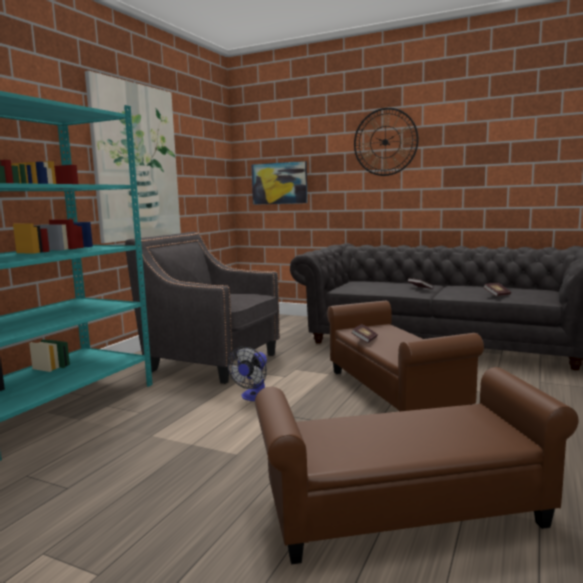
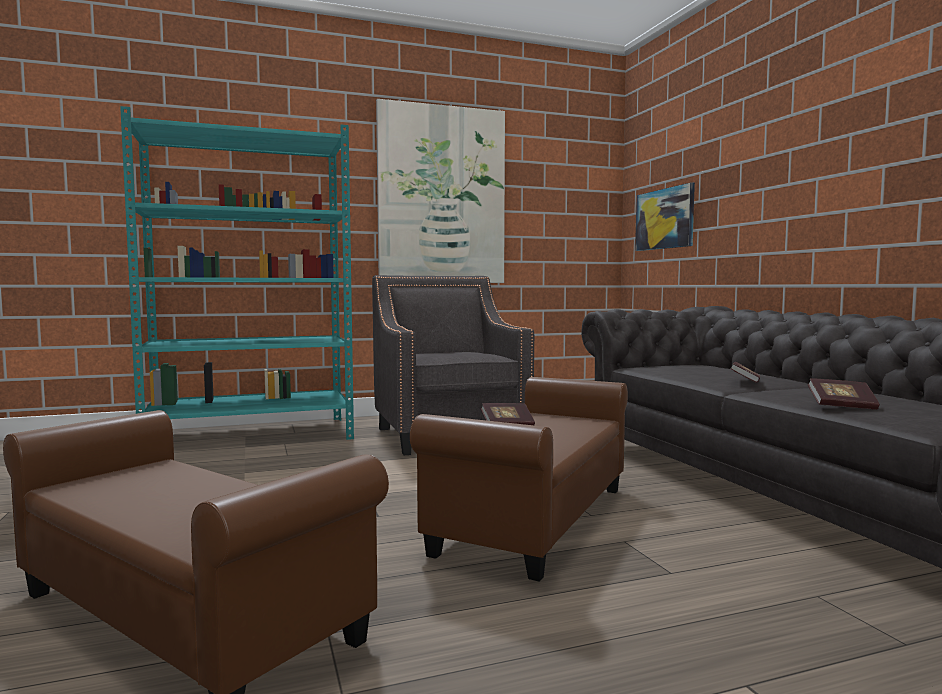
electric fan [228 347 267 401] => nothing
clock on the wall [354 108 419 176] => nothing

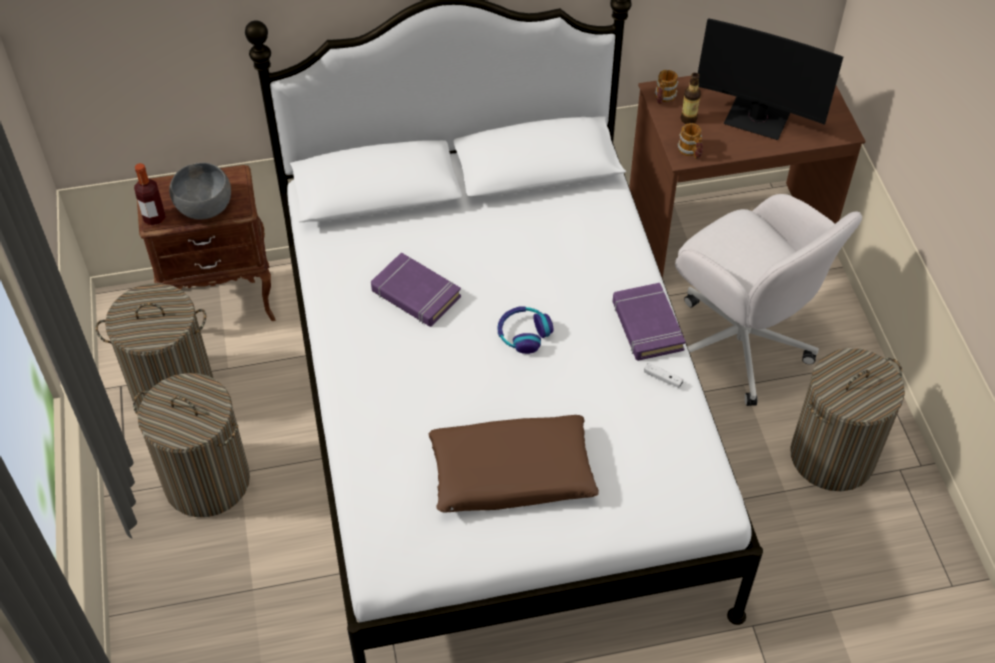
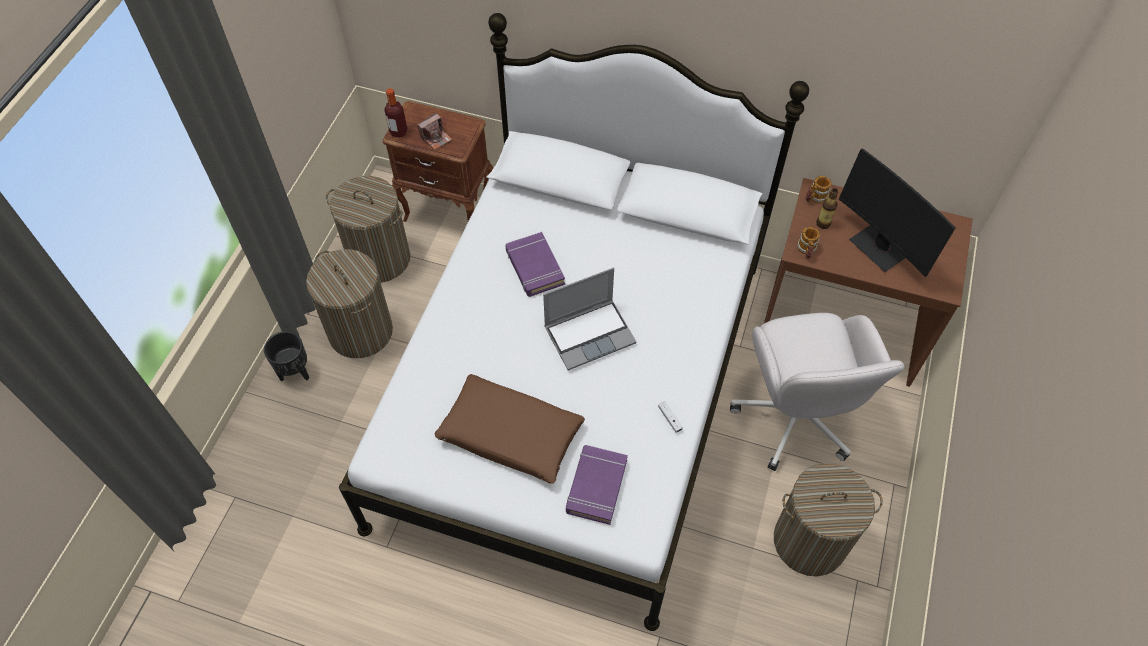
nothing => black-coloured flower pot [264 331 309 381]
greyish deep dish [169 162 231 220] => still camera [418 113 452 150]
headset [497 306 554 354] => notebook computer [543 268 636 370]
purplish book [612 283 686 361] => purplish book [566 445 628 525], moved

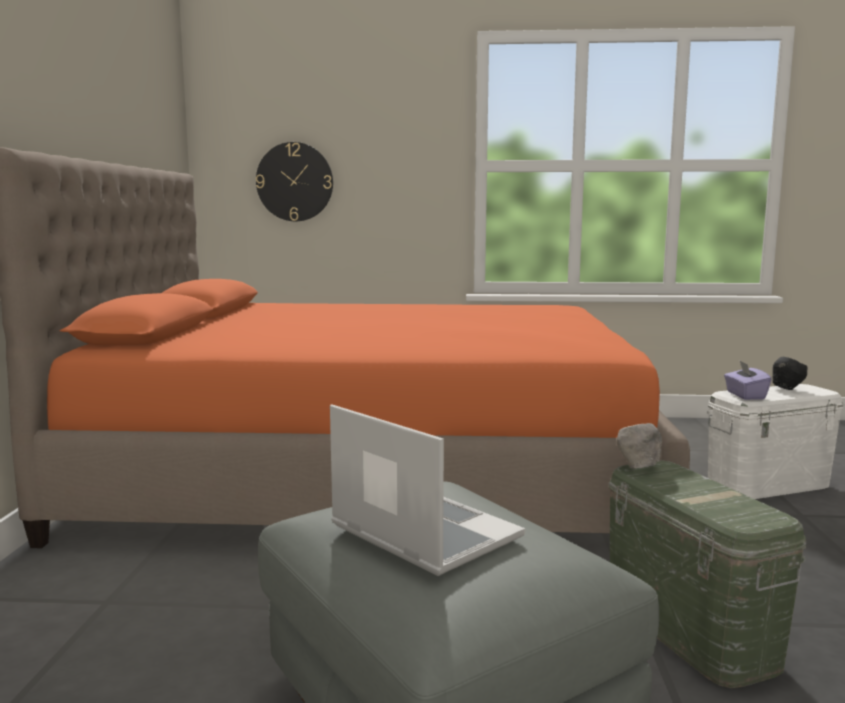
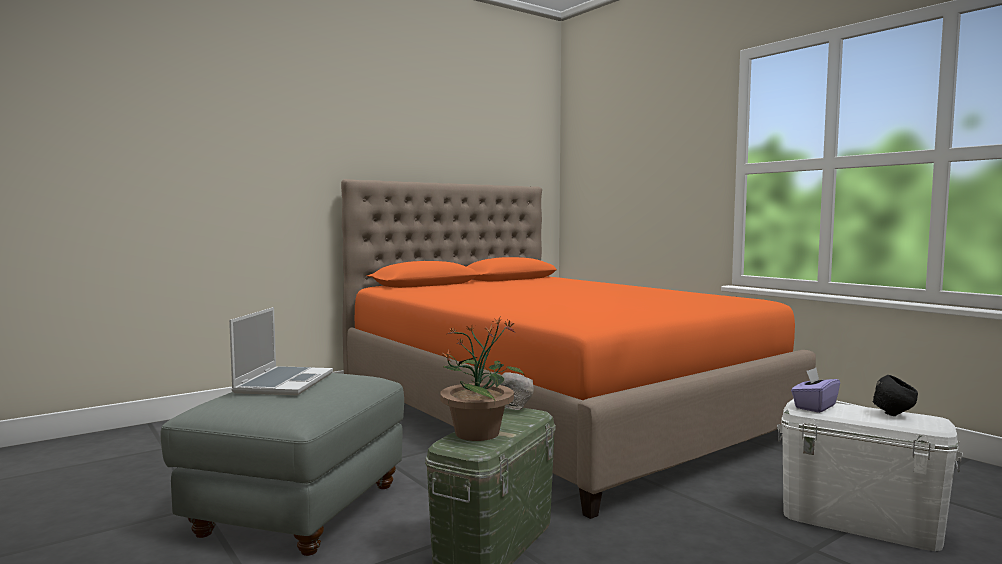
nothing => houseplant [440 317 524 441]
clock on the wall [256 142 333 221] => nothing

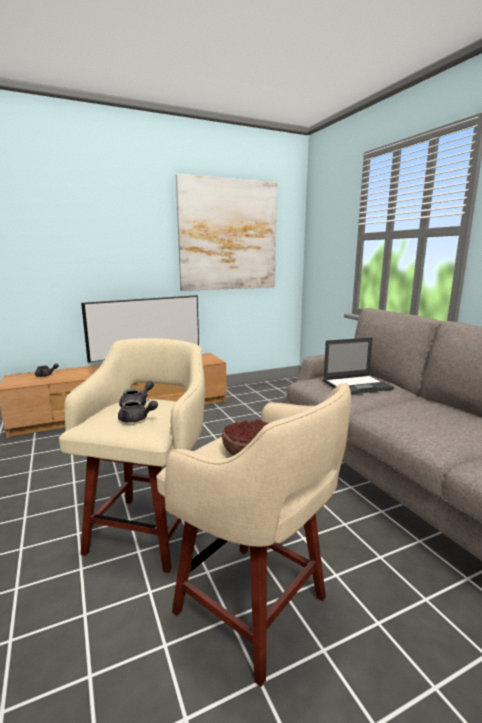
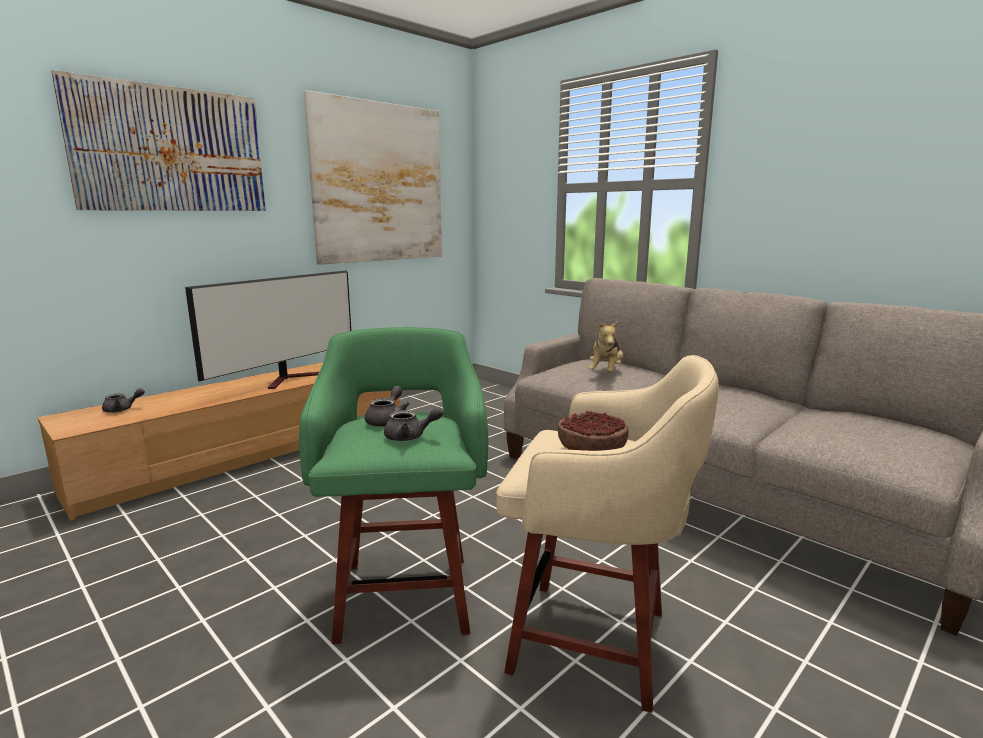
nothing => picture [51 70 266 211]
sand-coloured sitting stool [59 338 205 573] => green sitting stool [299 327 489 644]
notebook computer [323 338 394 394] => soft toy [588 321 623 373]

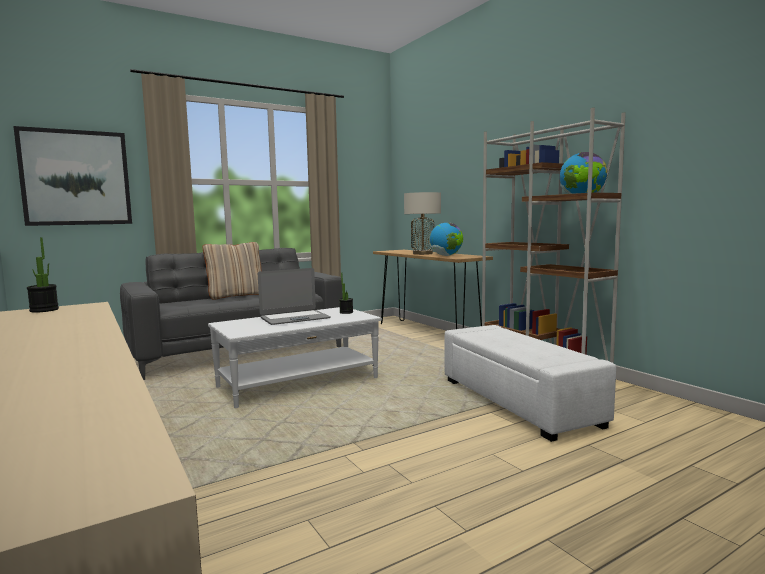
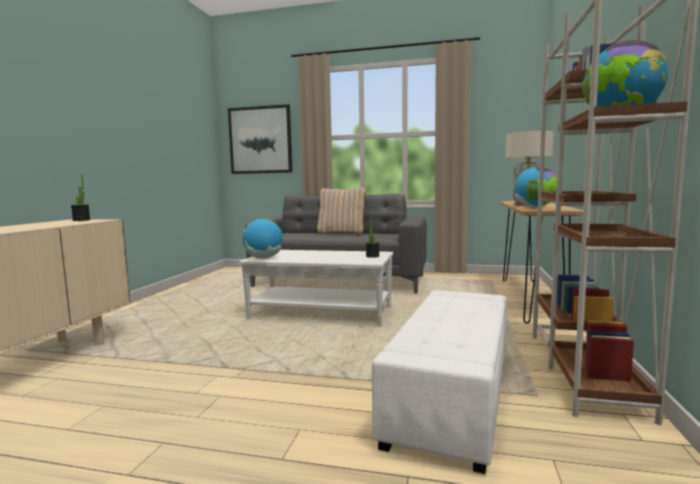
nothing => desk globe [243 219 283 259]
notebook computer [258 268 331 325] => nothing

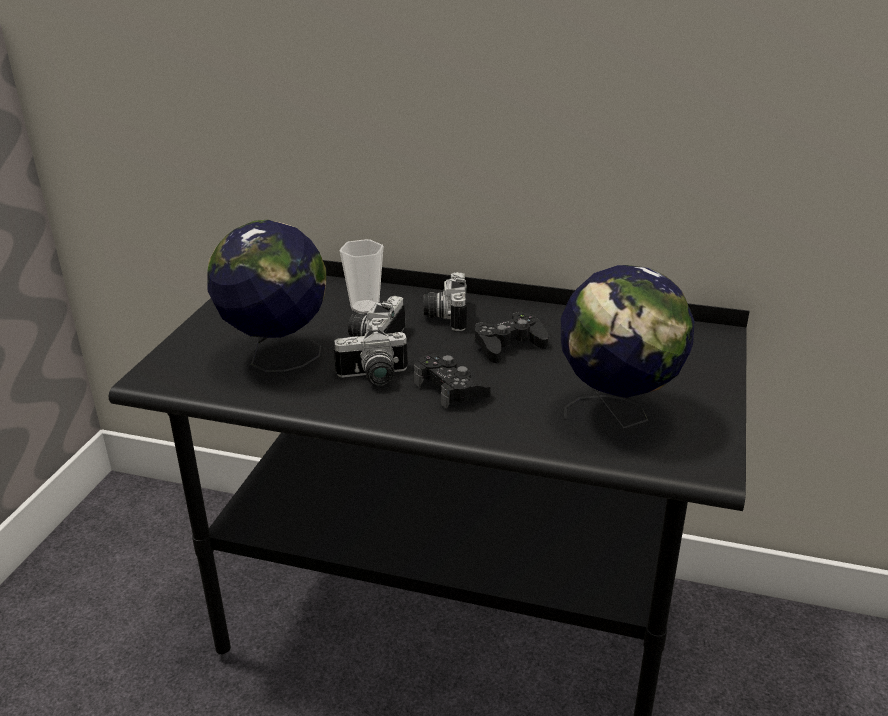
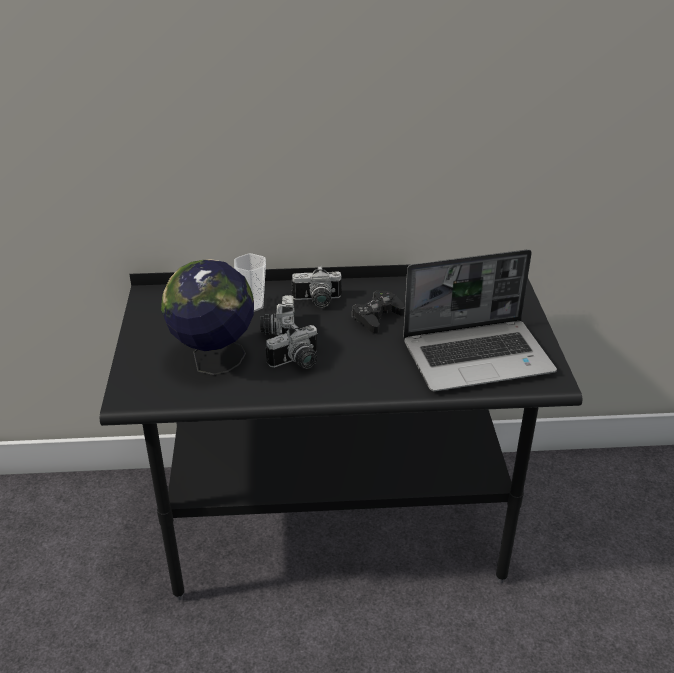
still camera [424 272 467 331] => still camera [292 266 342 308], 75 degrees counterclockwise
desk globe [561 265 695 428] => notebook computer [403 249 557 391]
black-coloured joypad [414 354 491 409] => nothing

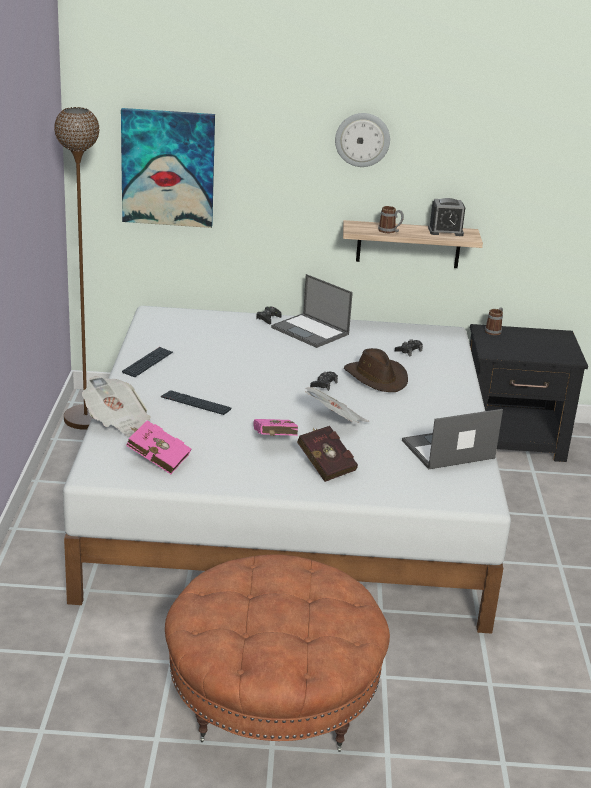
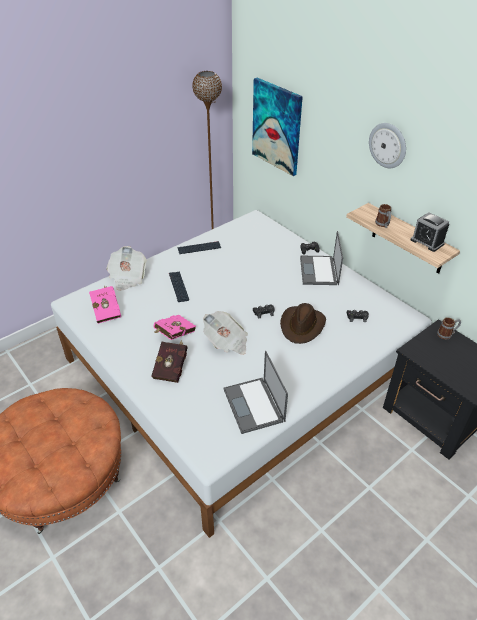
notebook computer [402 409 503 469] => notebook computer [223 351 288 434], 135 degrees counterclockwise

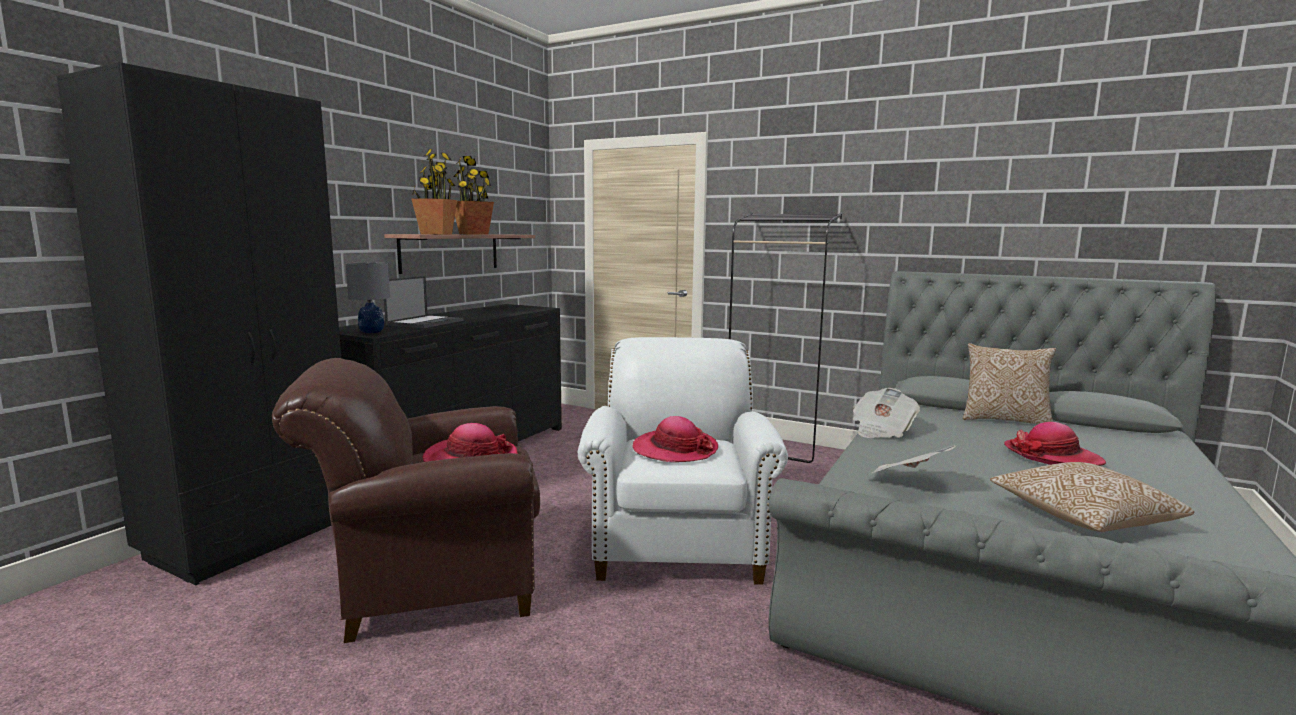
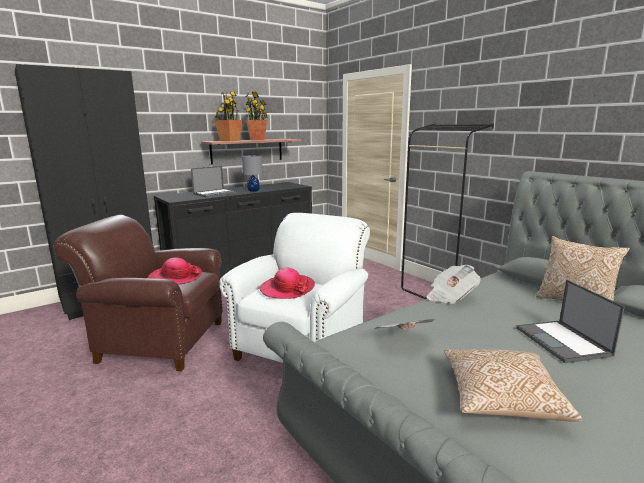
greyish table lamp [346 262 390 333] => greyish table lamp [242 155 263 192], moved
hat [1004 422 1106 466] => notebook computer [516 280 625 363]

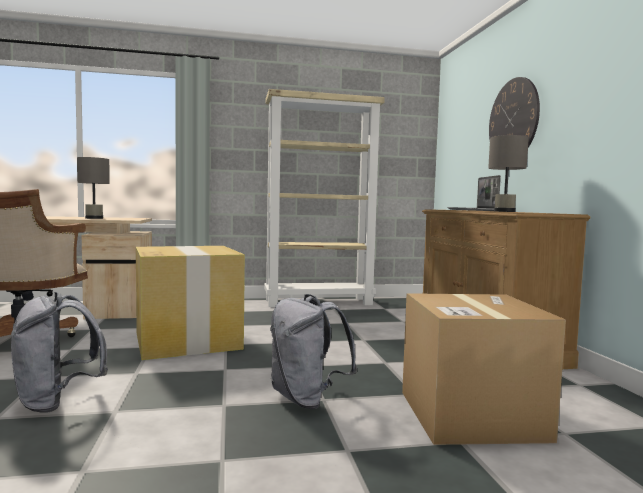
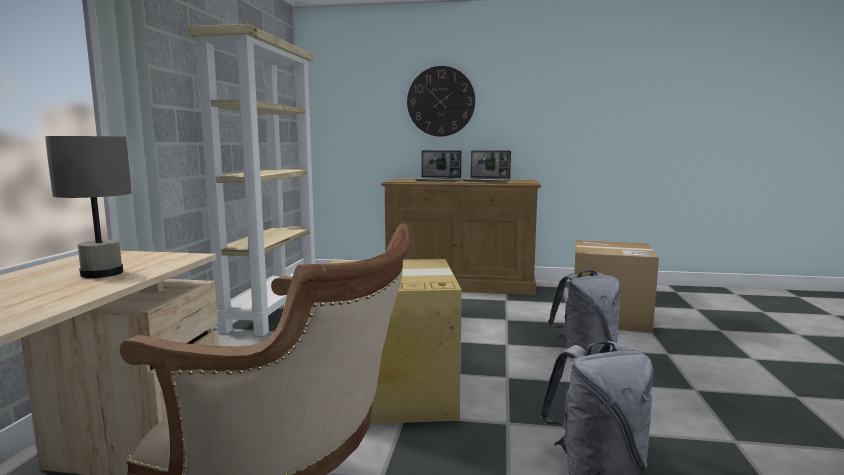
greyish table lamp [489 135 529 212] => notebook computer [462 150 511 182]

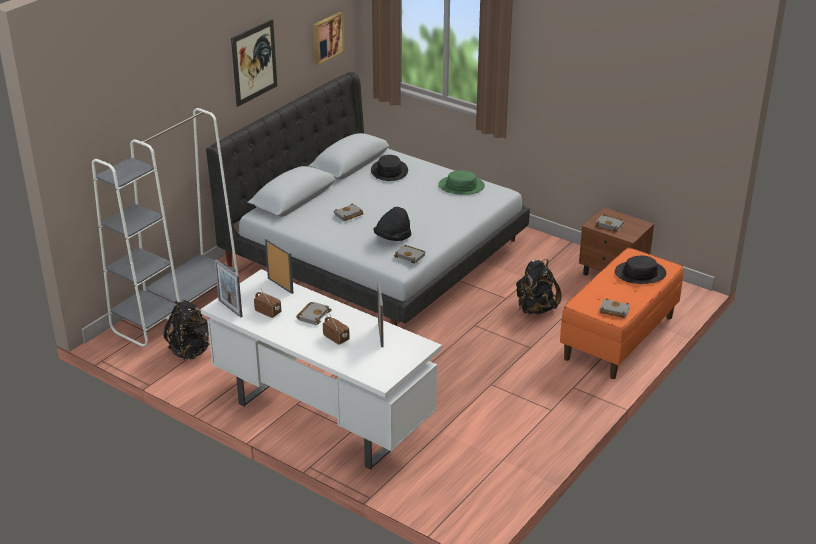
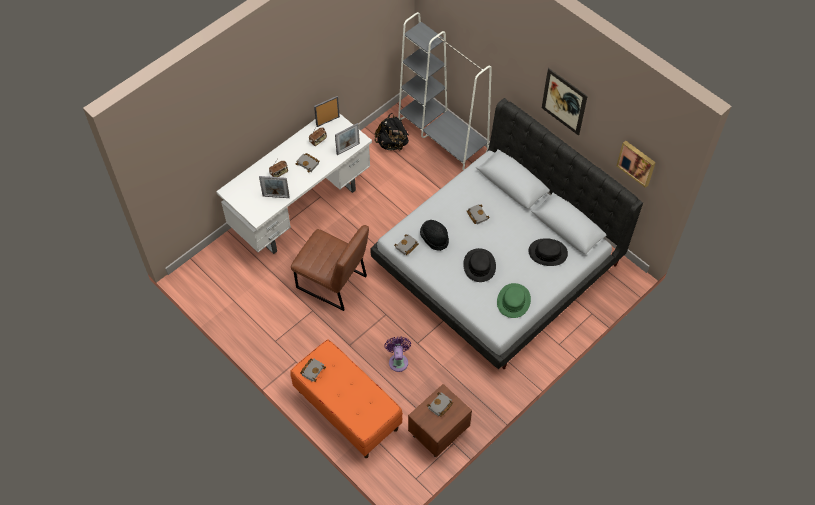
nothing => brown upright chair [291 225 369 311]
black-coloured knapsack [516 259 562 314] => purplish electric fan [384 337 411 372]
black-coloured hat [615 256 666 284] => black-coloured hat [463 248 496 282], moved

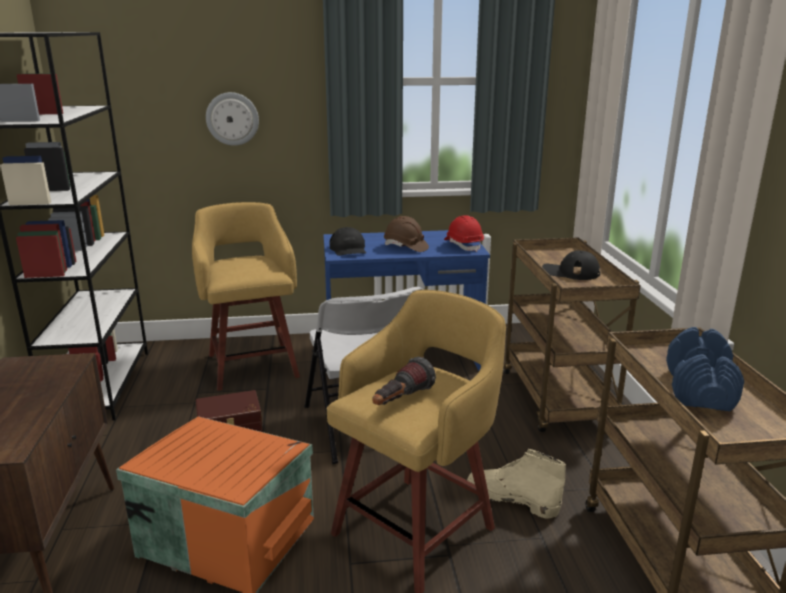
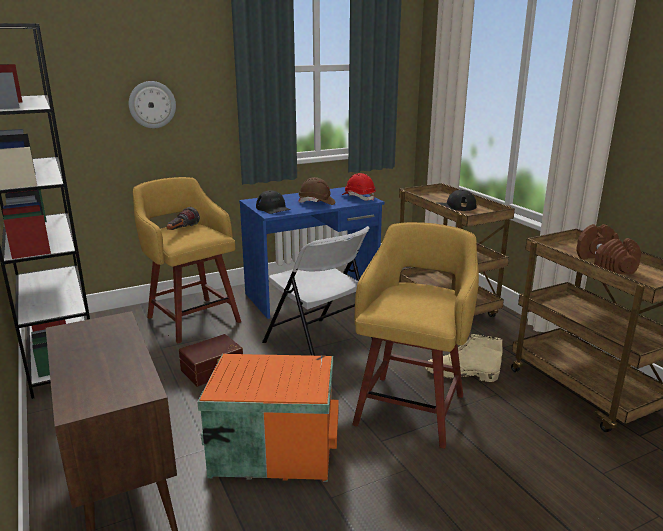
torch [372 357 436 405] => torch [167 207 200 230], moved
blue-coloured dumbbell [666 327 744 411] => brown dumbbell [576 224 641 274]

